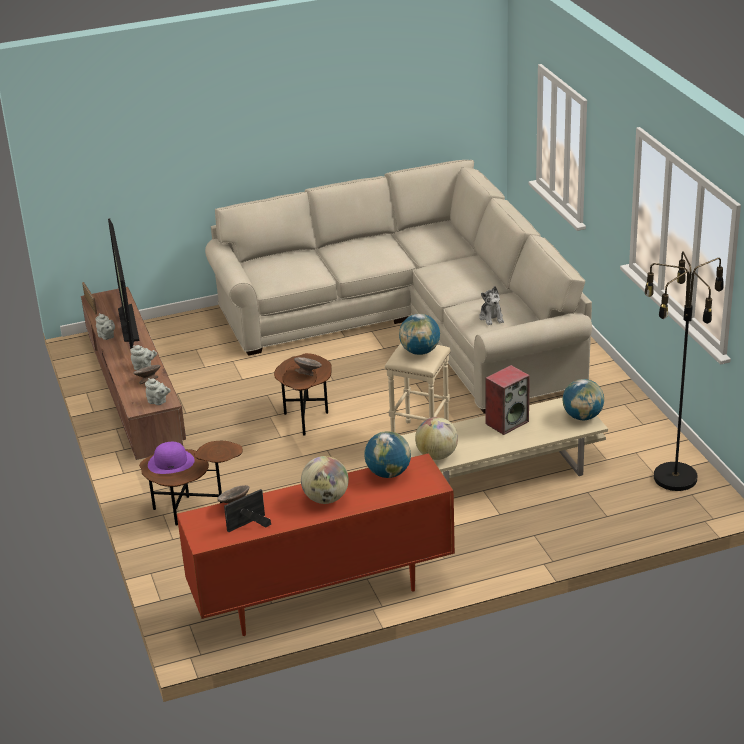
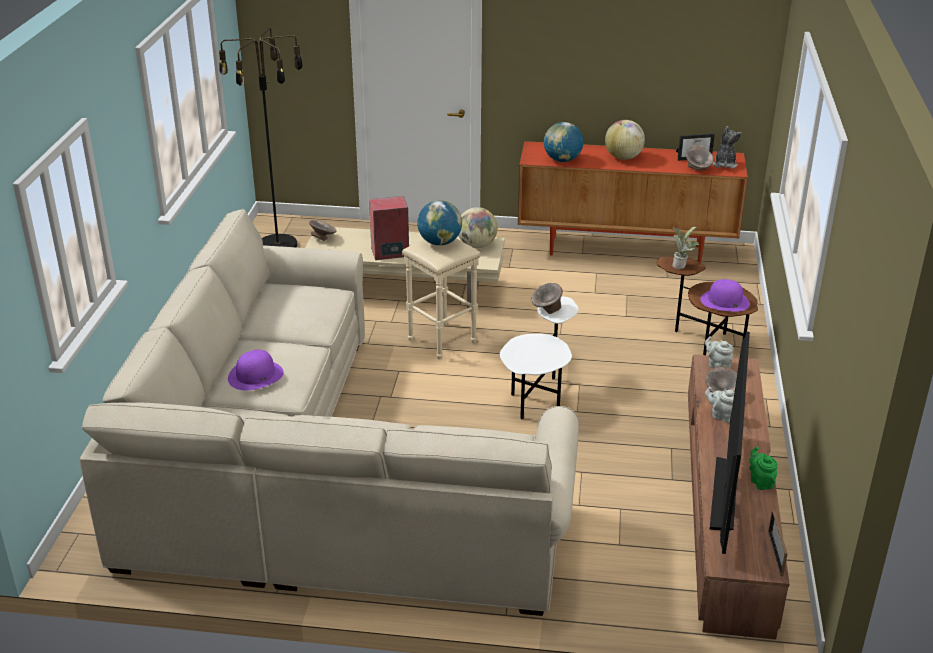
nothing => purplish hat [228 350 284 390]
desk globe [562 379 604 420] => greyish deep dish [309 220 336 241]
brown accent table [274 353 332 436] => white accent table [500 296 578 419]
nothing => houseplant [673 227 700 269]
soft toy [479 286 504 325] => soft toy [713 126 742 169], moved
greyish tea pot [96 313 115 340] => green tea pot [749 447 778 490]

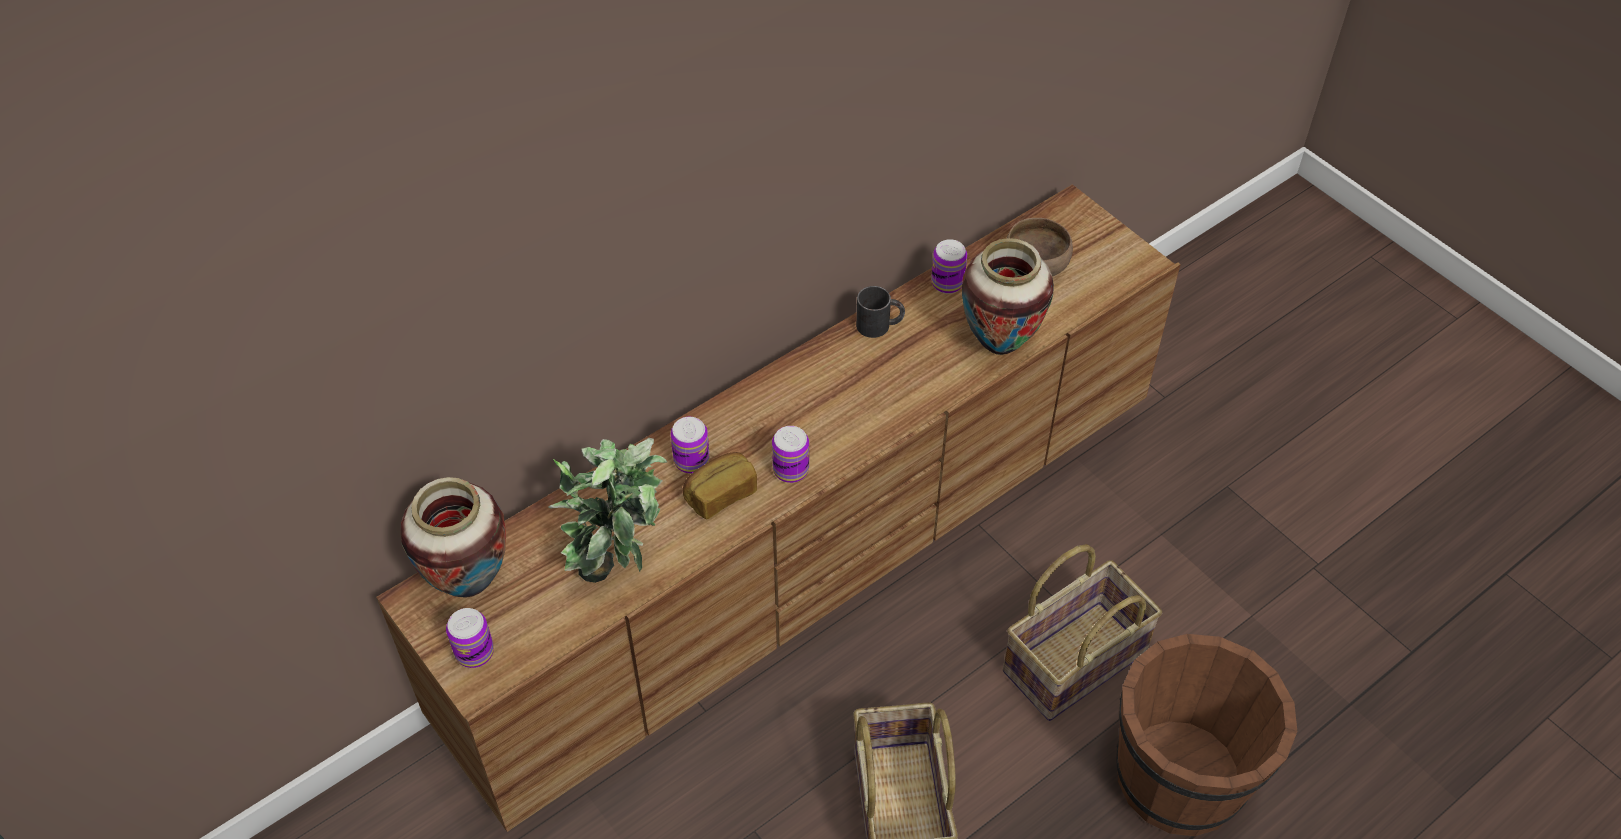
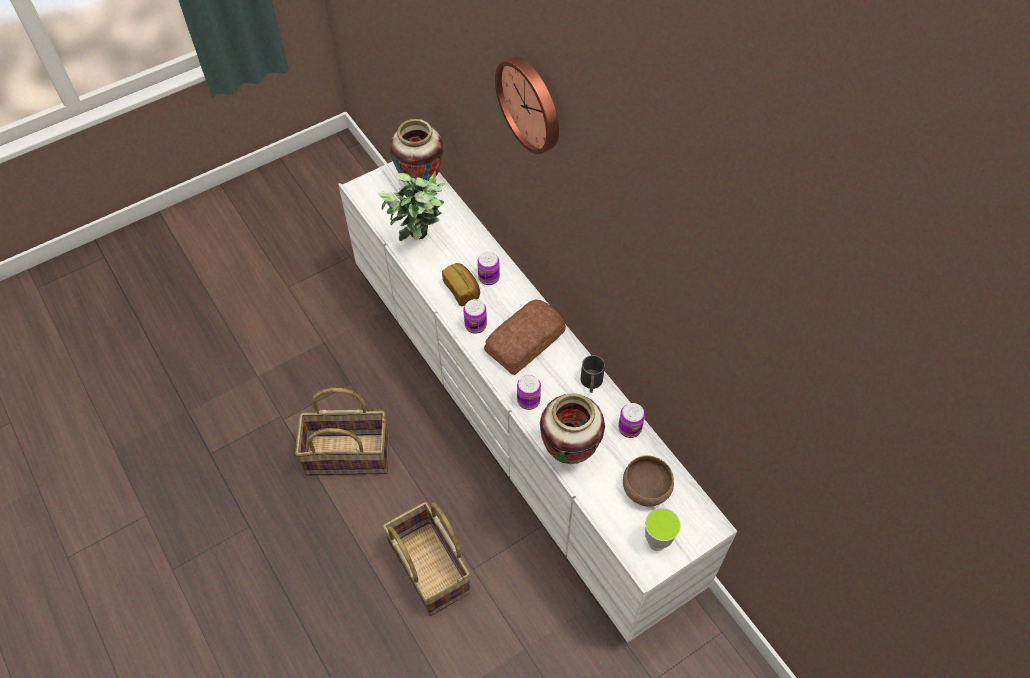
brown cabinet [376 184 1181 832] => white cabinet [338 161 737 643]
nothing => bakery bread [484 300 566 375]
nothing => clock on the wall [495 57 559 154]
metal can [446 608 494 668] => metal can [517 375 541 410], moved
nothing => drinking cup [645 508 681 551]
brown water bucket [1116 634 1297 836] => nothing

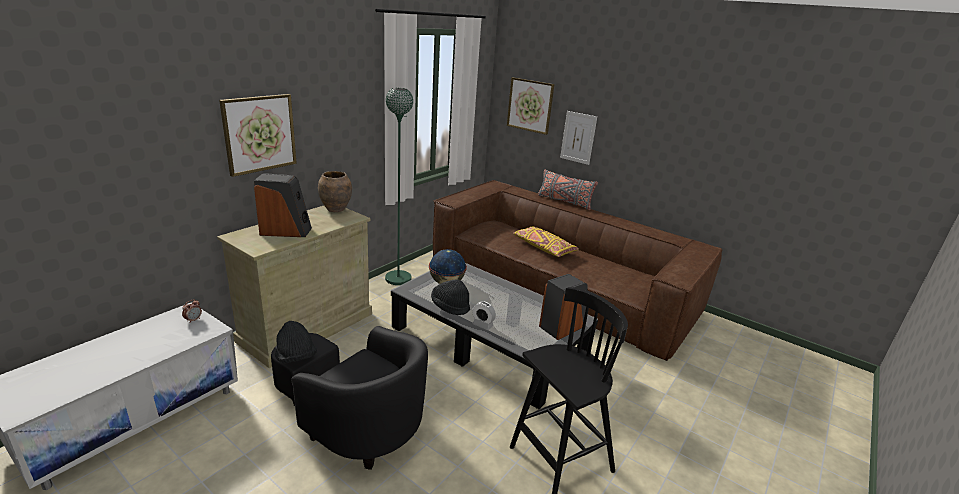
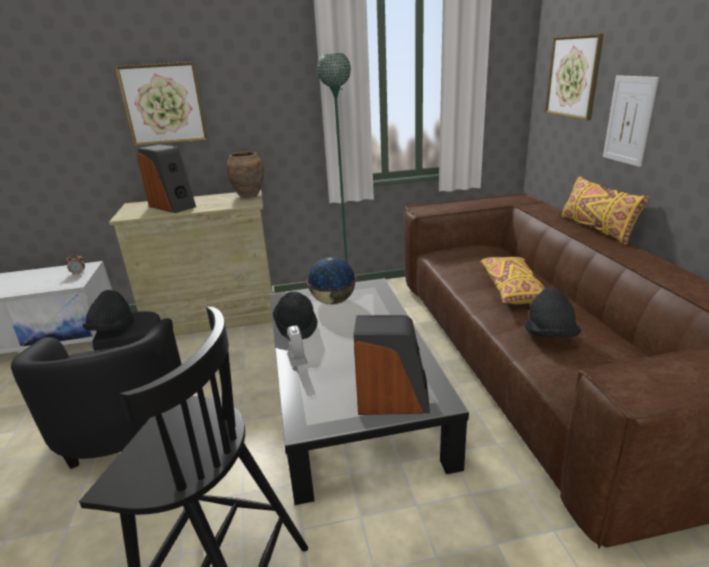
nothing => black-coloured hat [525 287 581 337]
greyish pillow [538 170 598 210] => yellow-coloured pillow [562 176 650 245]

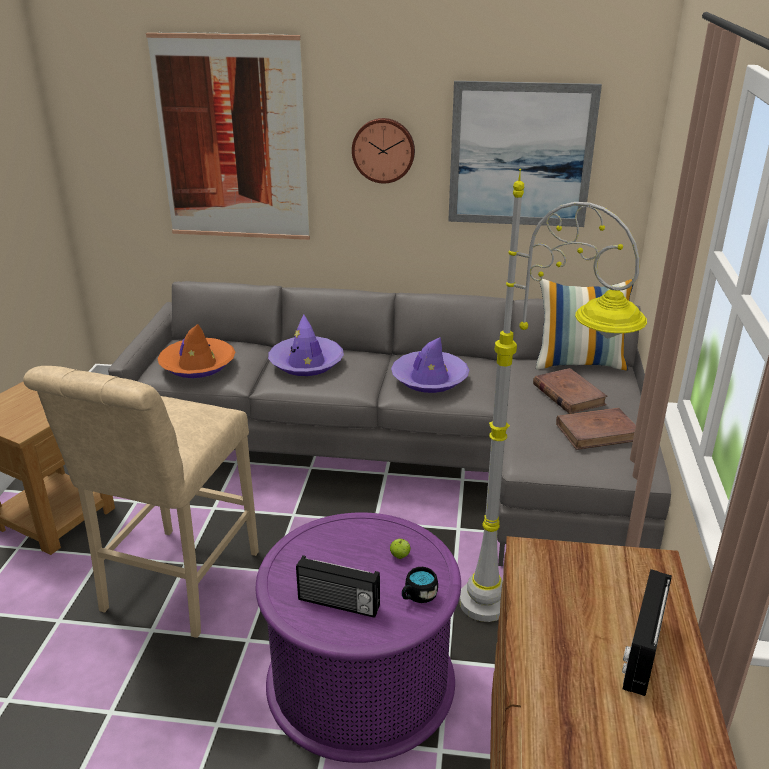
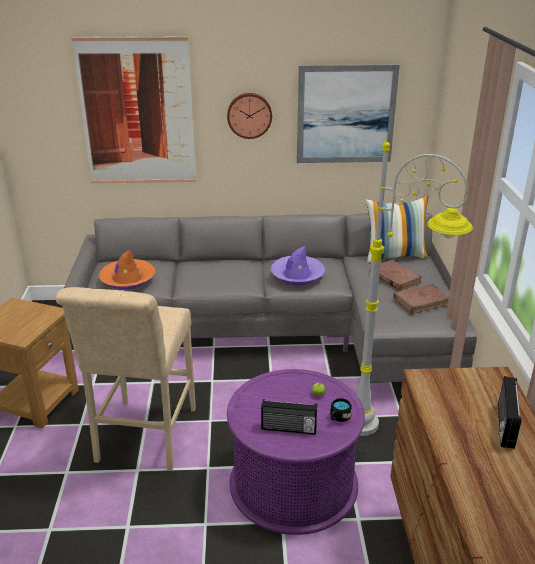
purplish hat [268 314 344 376] => nothing

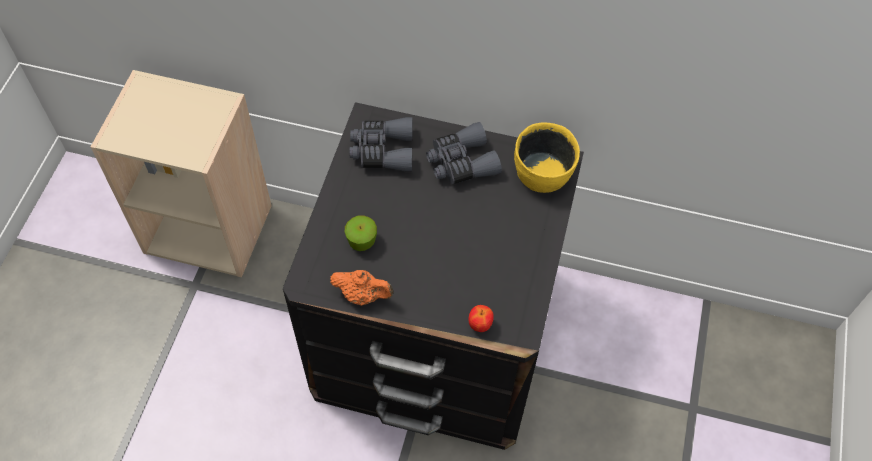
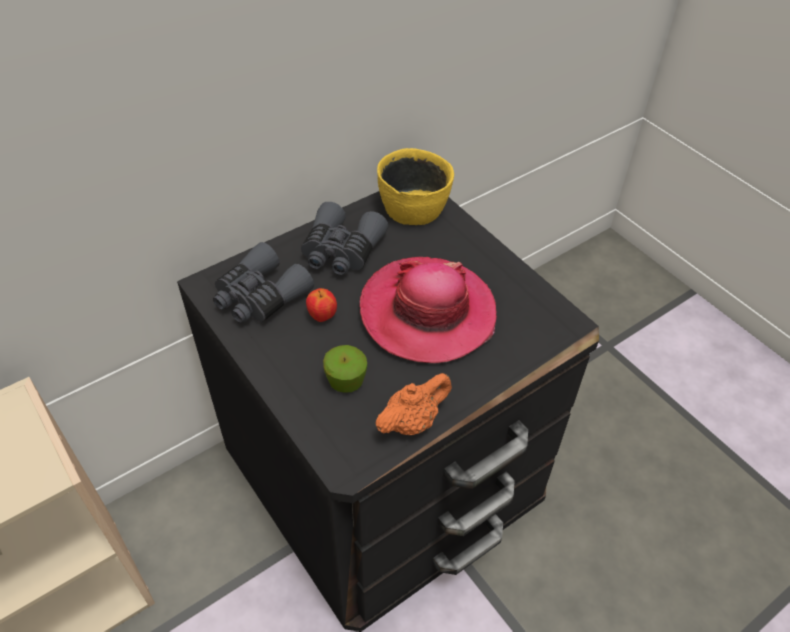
apple [469 305 494 332] => apple [306 288 337 322], moved
nothing => hat [360 257 497 363]

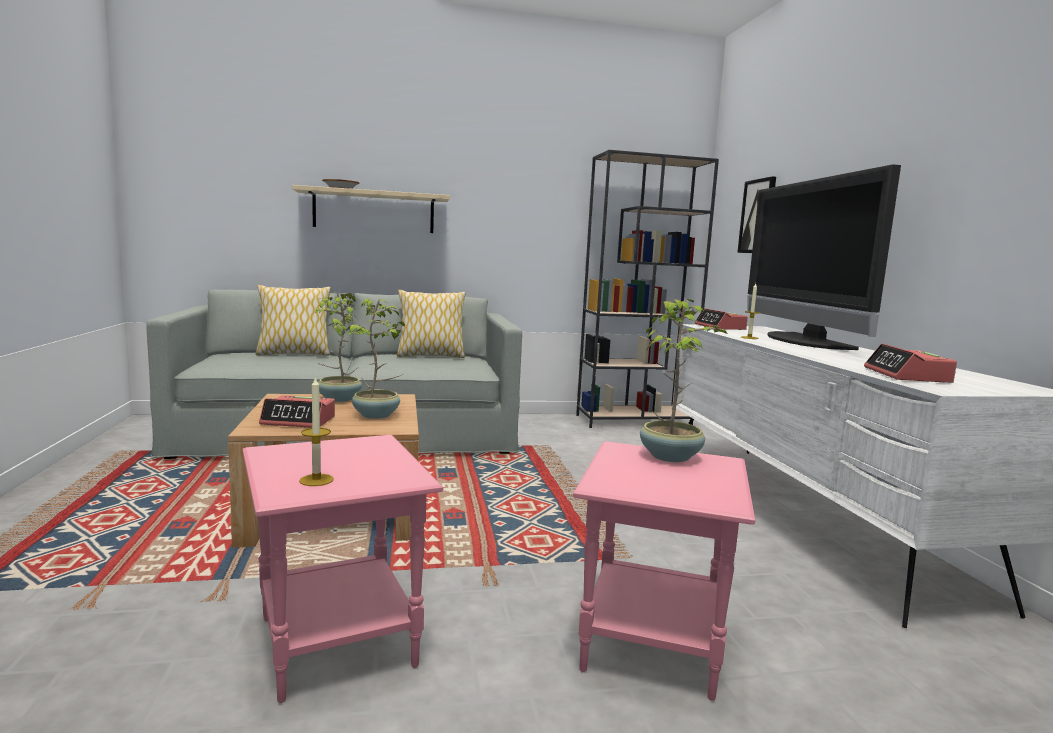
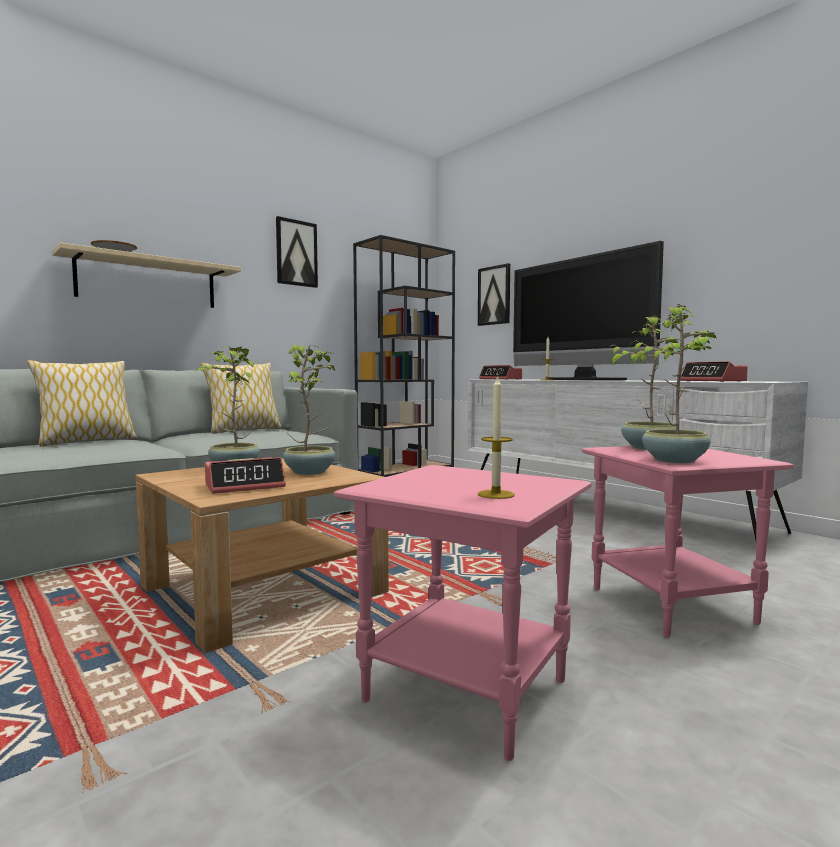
nothing => picture [276 216 318 288]
nothing => houseplant [629 304 718 464]

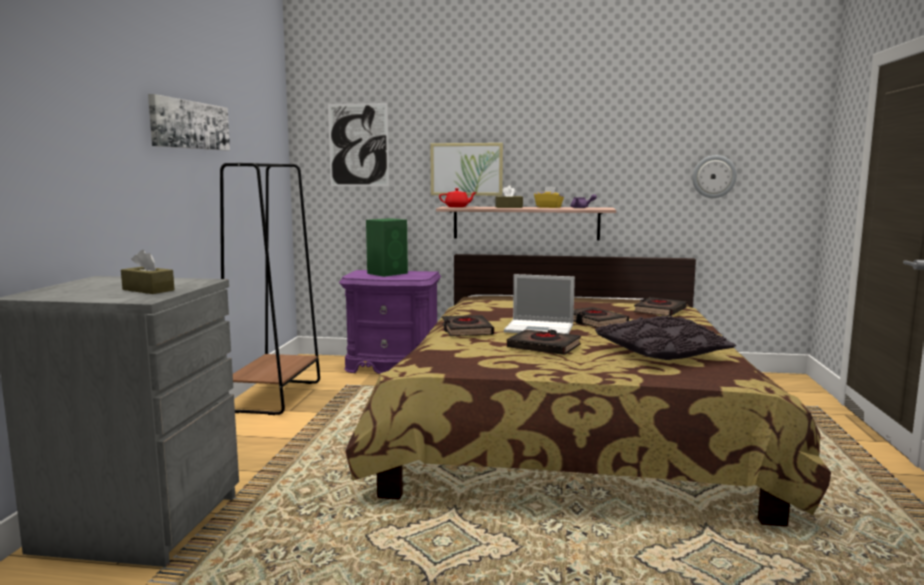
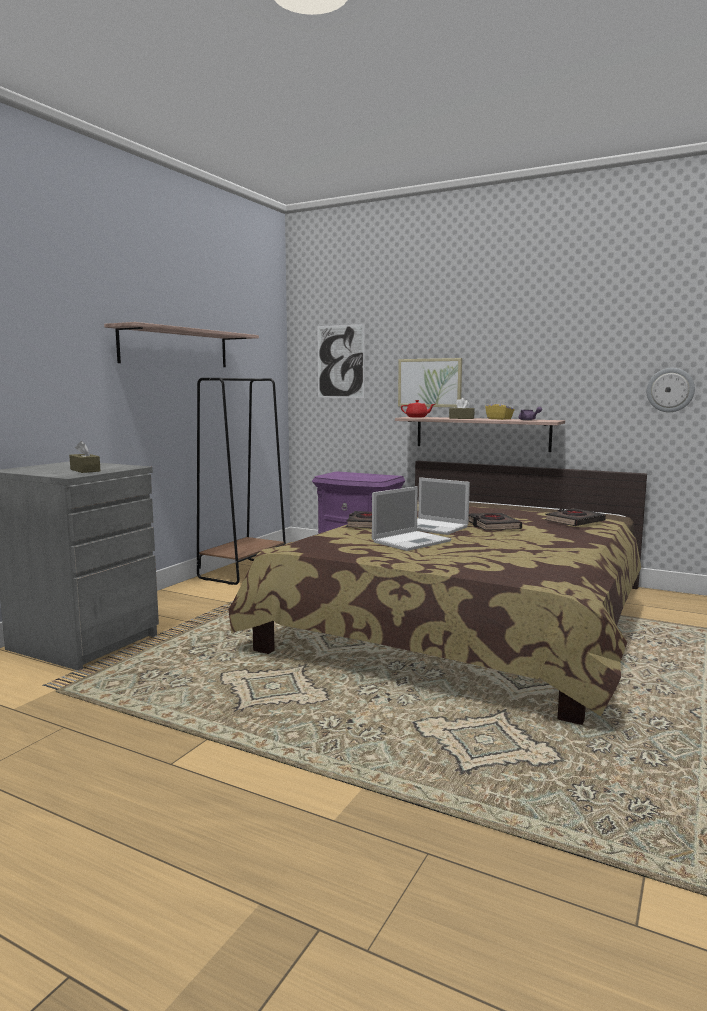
picture [148 94 230 150] => wall shelf [104 322 259 367]
black-coloured book [507 329 581 355] => notebook computer [372 486 451 551]
green speaker [366 218 408 277] => nothing
black-coloured pillow [595 315 736 360] => nothing

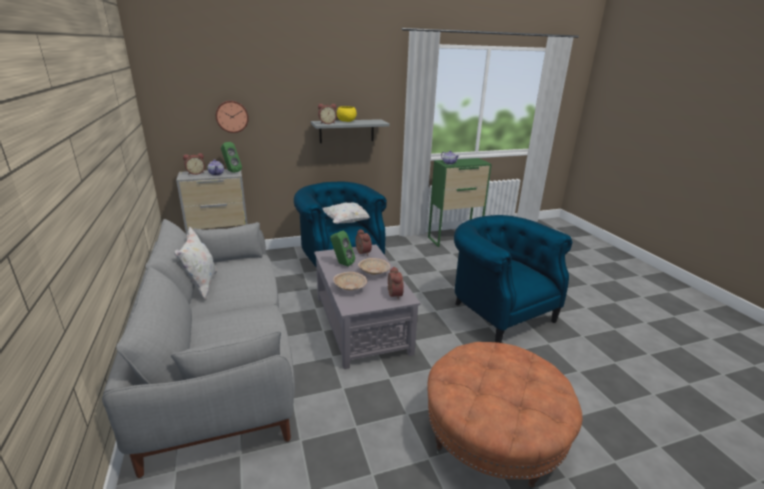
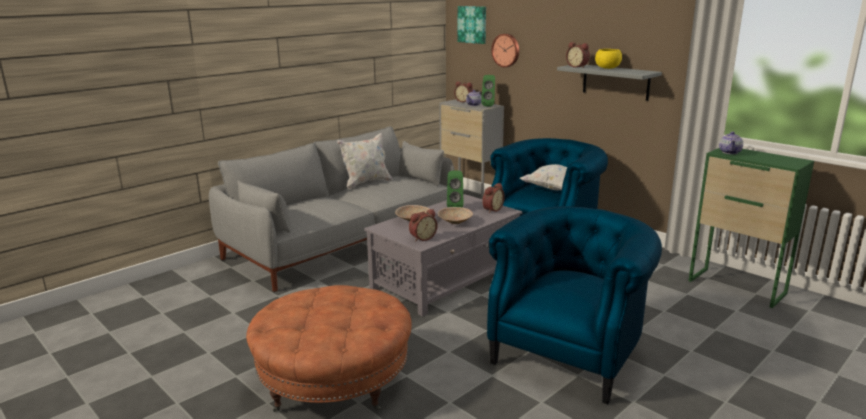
nothing => picture [458 6 486 44]

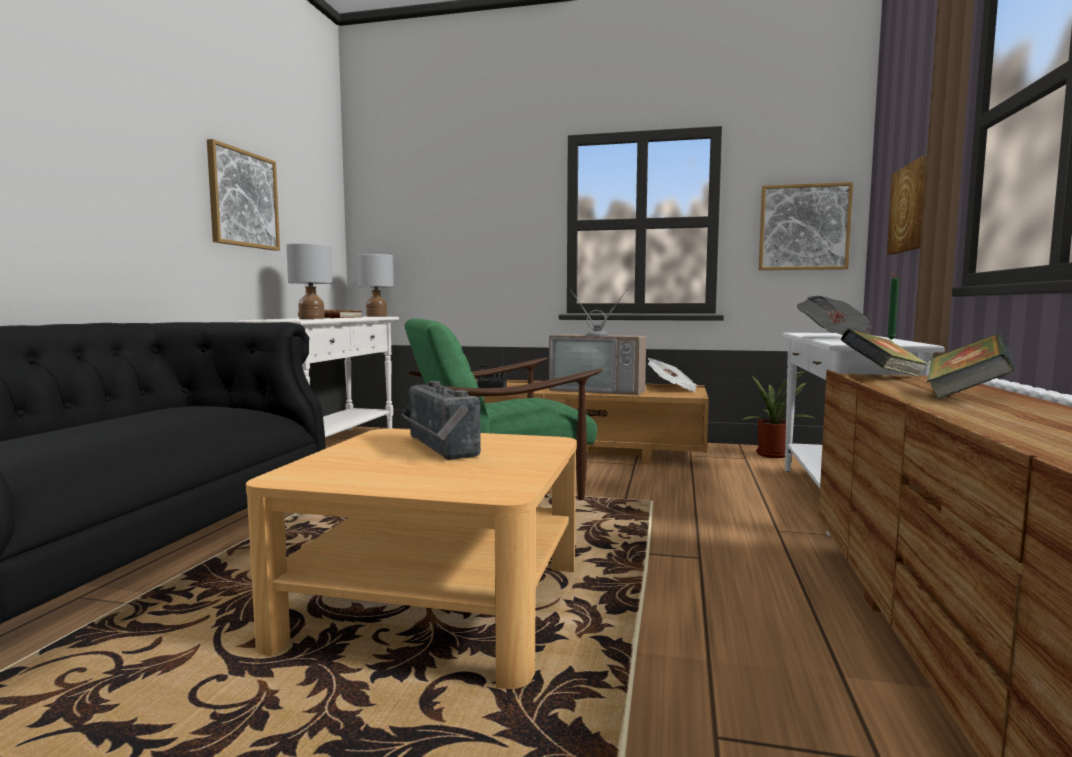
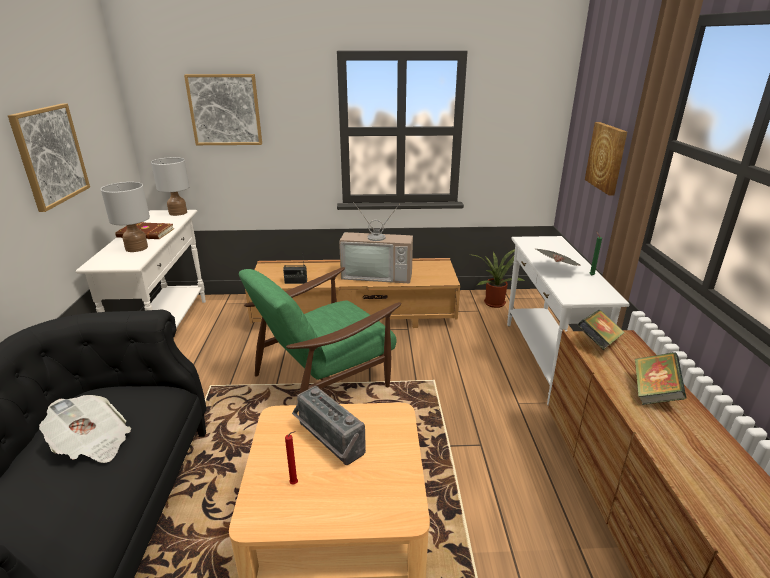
daily paper [648 358 697 392] => daily paper [39 395 131 463], moved
picture [759 182 853 270] => picture [184 74 262 145], moved
nothing => red-coloured wax light [285 431 298 485]

